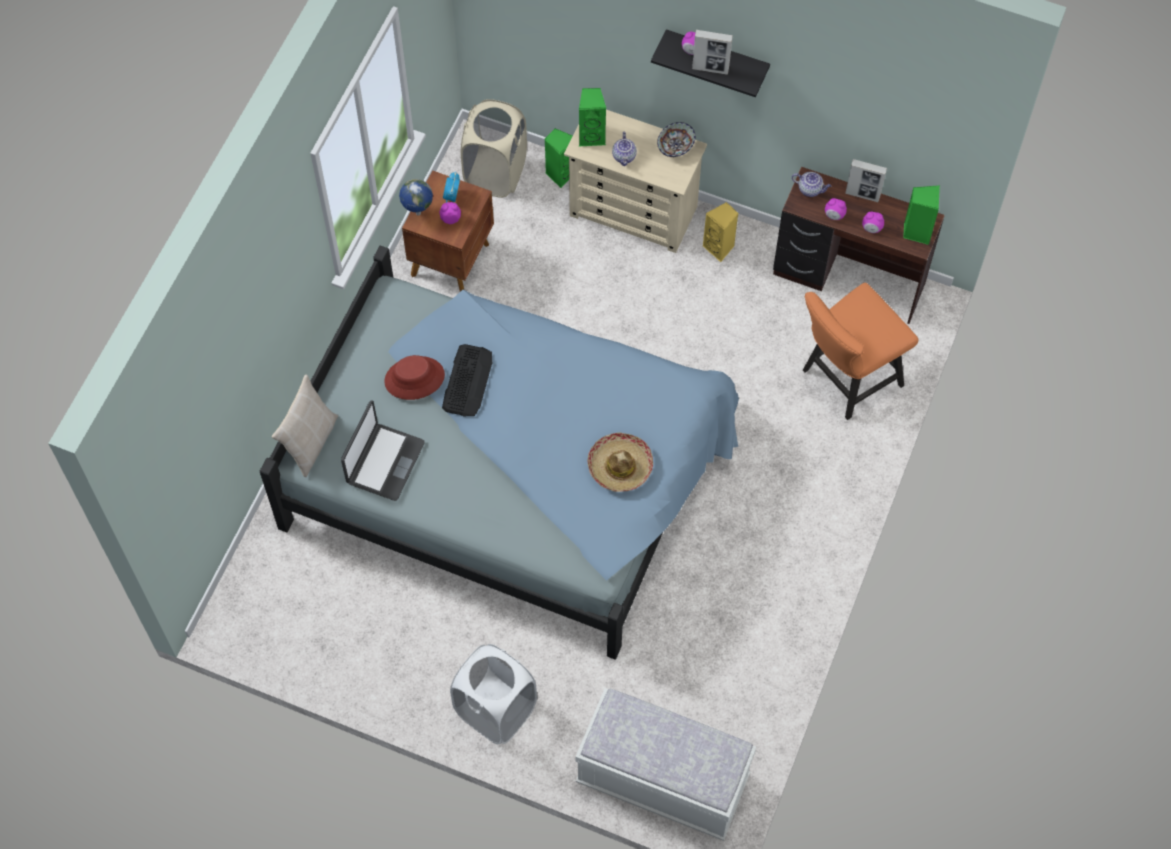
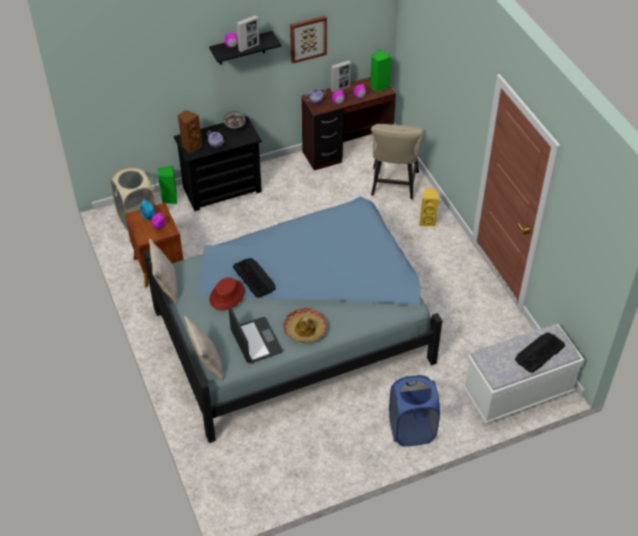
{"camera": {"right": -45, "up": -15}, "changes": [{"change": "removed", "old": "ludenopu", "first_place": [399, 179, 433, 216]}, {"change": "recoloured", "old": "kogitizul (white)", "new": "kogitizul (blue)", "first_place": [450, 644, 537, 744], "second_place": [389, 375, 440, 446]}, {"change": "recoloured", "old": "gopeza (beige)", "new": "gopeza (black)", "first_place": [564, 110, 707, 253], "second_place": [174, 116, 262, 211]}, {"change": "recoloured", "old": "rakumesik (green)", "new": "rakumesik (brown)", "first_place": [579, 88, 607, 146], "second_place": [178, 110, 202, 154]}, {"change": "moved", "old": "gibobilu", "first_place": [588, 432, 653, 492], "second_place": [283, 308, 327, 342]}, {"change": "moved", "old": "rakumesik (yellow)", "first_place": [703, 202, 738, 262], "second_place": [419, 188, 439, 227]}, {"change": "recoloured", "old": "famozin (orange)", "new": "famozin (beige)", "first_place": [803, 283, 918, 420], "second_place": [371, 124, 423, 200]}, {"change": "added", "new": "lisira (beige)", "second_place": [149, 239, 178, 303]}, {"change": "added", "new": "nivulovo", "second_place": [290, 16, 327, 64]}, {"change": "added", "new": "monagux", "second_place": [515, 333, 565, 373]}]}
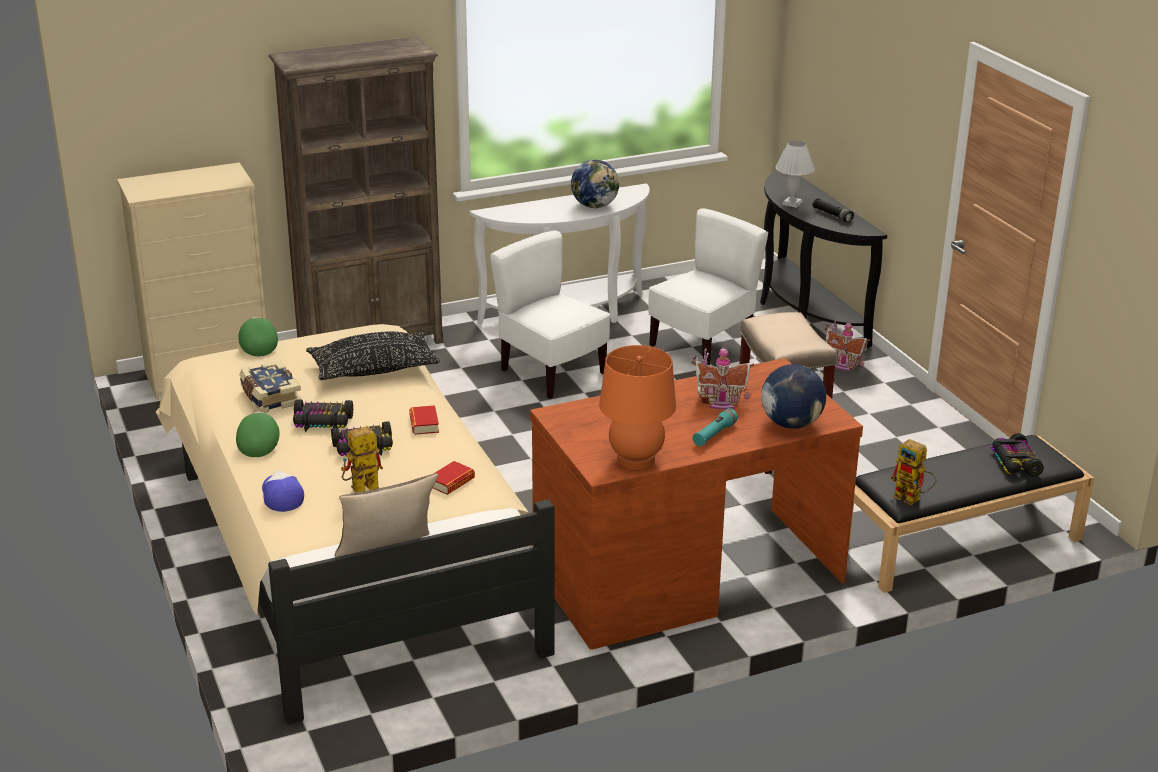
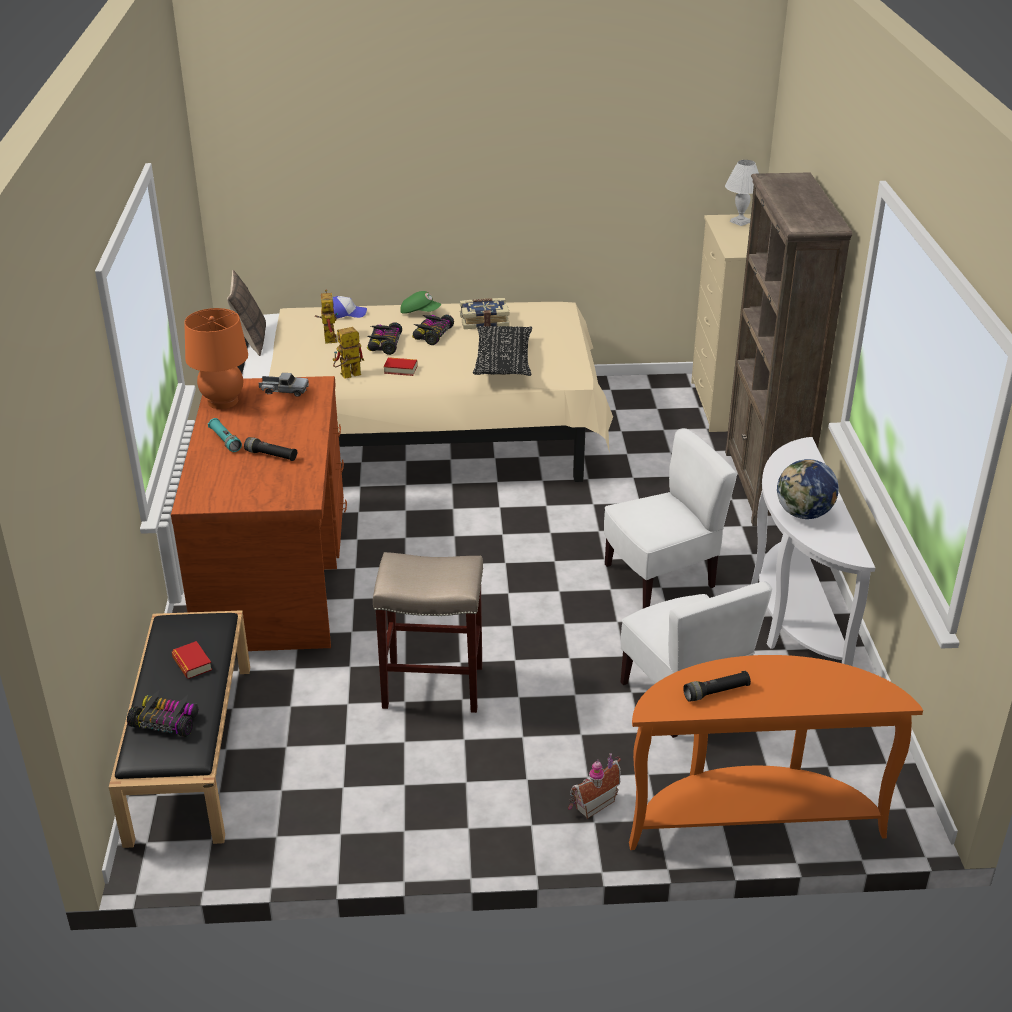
{"camera": {"right": 110, "up": 5}, "changes": [{"change": "removed", "old": "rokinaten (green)", "first_place": [238, 317, 278, 356]}, {"change": "moved", "old": "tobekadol", "first_place": [433, 461, 475, 495], "second_place": [172, 641, 212, 679]}, {"change": "replaced", "old": "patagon", "new": "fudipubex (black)", "first_place": [692, 346, 754, 409], "second_place": [244, 437, 298, 461]}, {"change": "recoloured", "old": "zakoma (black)", "new": "zakoma (orange)", "first_place": [760, 170, 887, 348], "second_place": [629, 655, 923, 850]}, {"change": "removed", "old": "ludenopu", "first_place": [761, 364, 826, 429]}, {"change": "moved", "old": "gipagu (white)", "first_place": [776, 140, 815, 208], "second_place": [725, 160, 759, 226]}, {"change": "moved", "old": "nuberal", "first_place": [890, 439, 937, 505], "second_place": [333, 327, 364, 379]}, {"change": "added", "new": "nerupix", "second_place": [258, 373, 309, 397]}]}
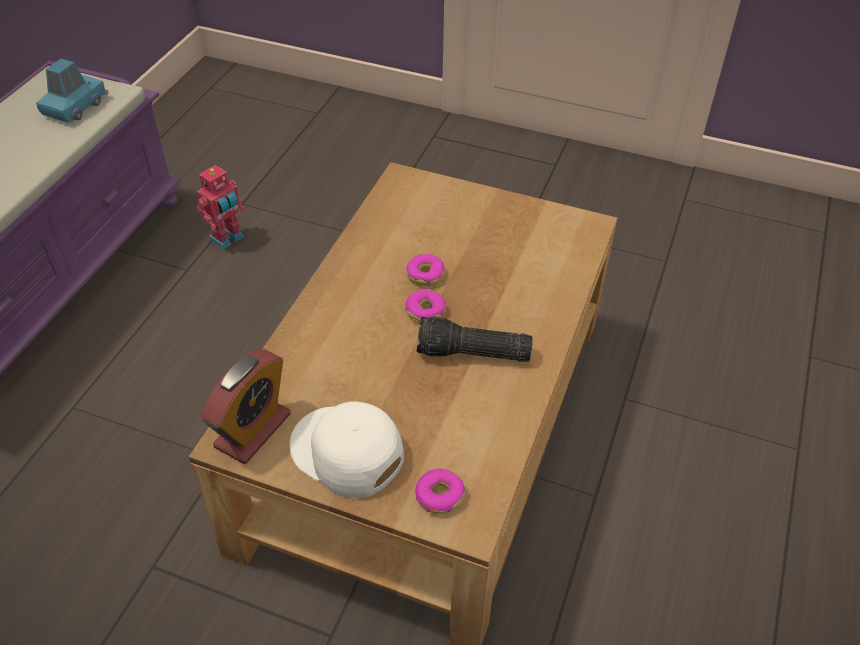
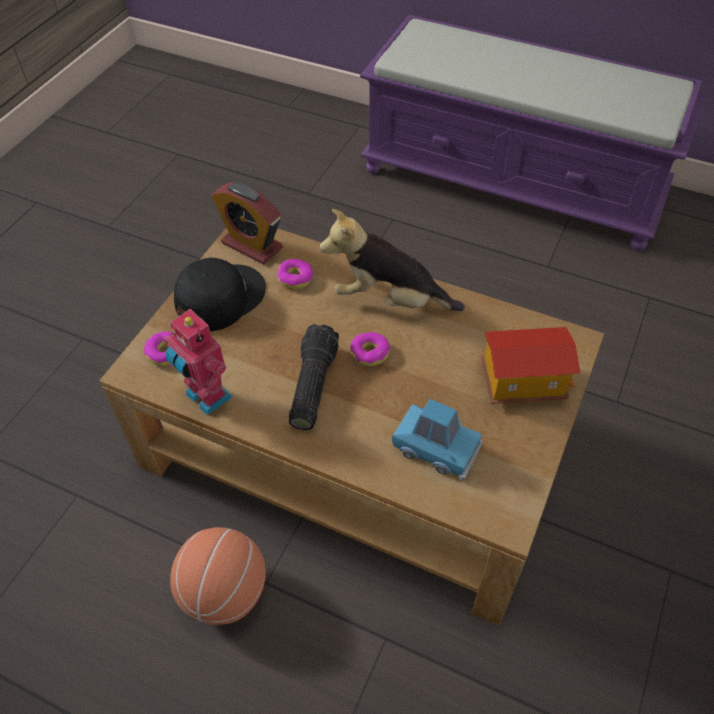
{"camera": {"right": 95, "up": 5}, "changes": [{"change": "moved", "old": "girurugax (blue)", "first_place": [36, 59, 108, 123], "second_place": [392, 399, 483, 481]}, {"change": "moved", "old": "nuberal", "first_place": [196, 165, 245, 250], "second_place": [165, 309, 232, 415]}, {"change": "recoloured", "old": "rokinaten (white)", "new": "rokinaten (black)", "first_place": [289, 401, 404, 498], "second_place": [174, 258, 266, 331]}, {"change": "moved", "old": "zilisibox", "first_place": [406, 254, 445, 286], "second_place": [277, 259, 314, 289]}, {"change": "added", "new": "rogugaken", "second_place": [170, 527, 266, 625]}, {"change": "added", "new": "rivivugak", "second_place": [320, 209, 465, 311]}, {"change": "added", "new": "patagon", "second_place": [480, 327, 581, 404]}]}
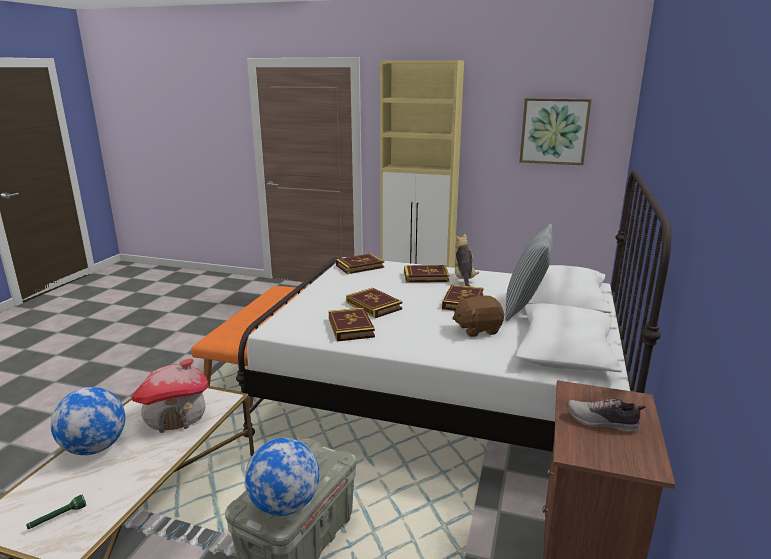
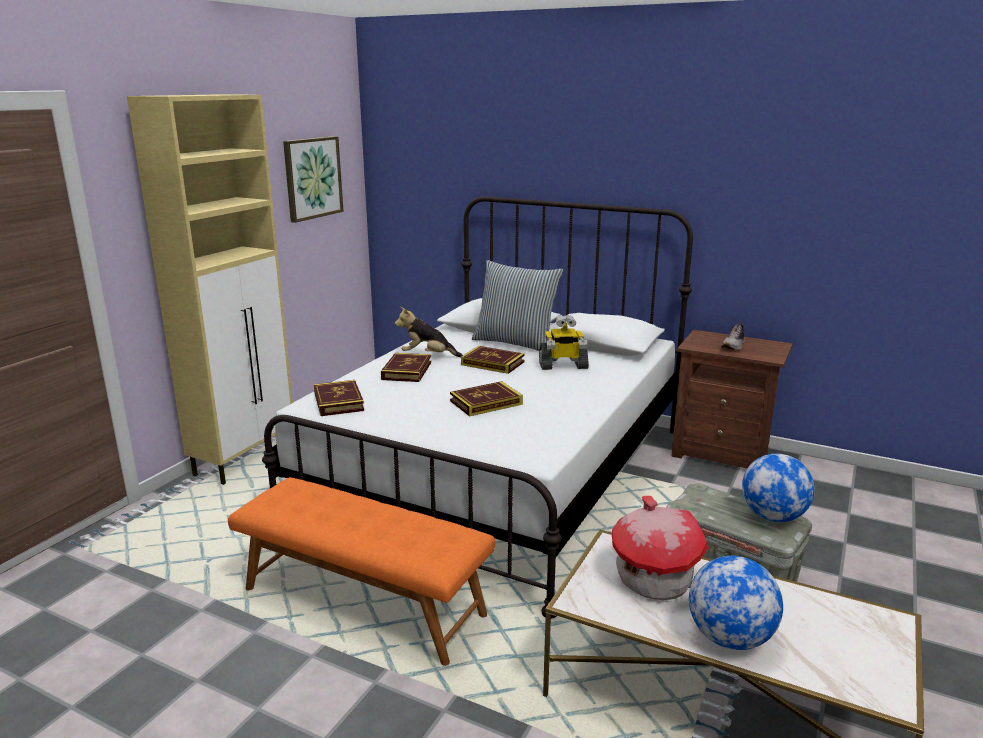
{"camera": {"right": -80, "up": 0}, "changes": [{"change": "removed", "old": "fudipubex (green)", "first_place": [26, 495, 86, 529]}, {"change": "removed", "old": "tobekadol", "first_place": [329, 308, 375, 341]}, {"change": "replaced", "old": "rivivugak (brown)", "new": "nuberal", "first_place": [452, 296, 504, 337], "second_place": [539, 315, 589, 370]}]}
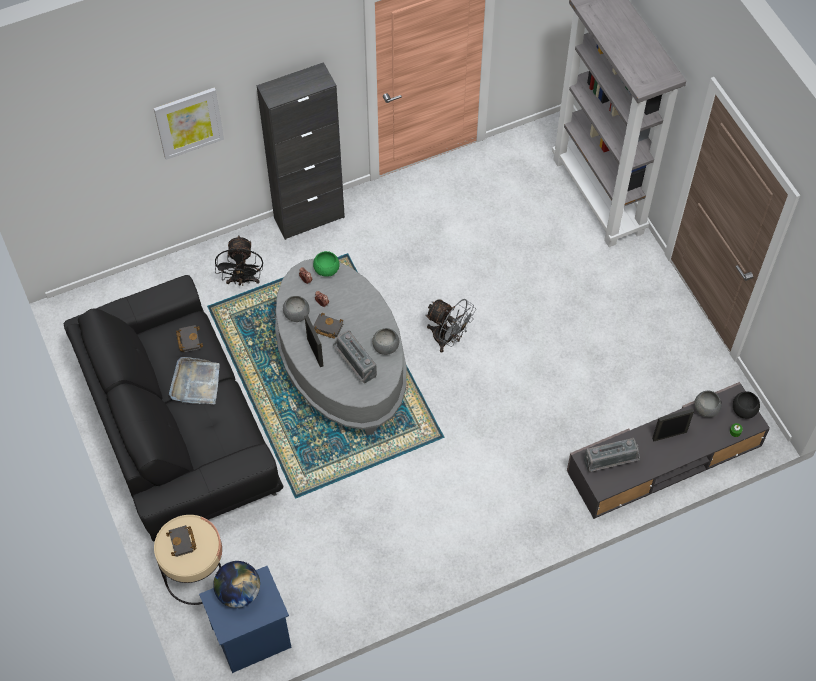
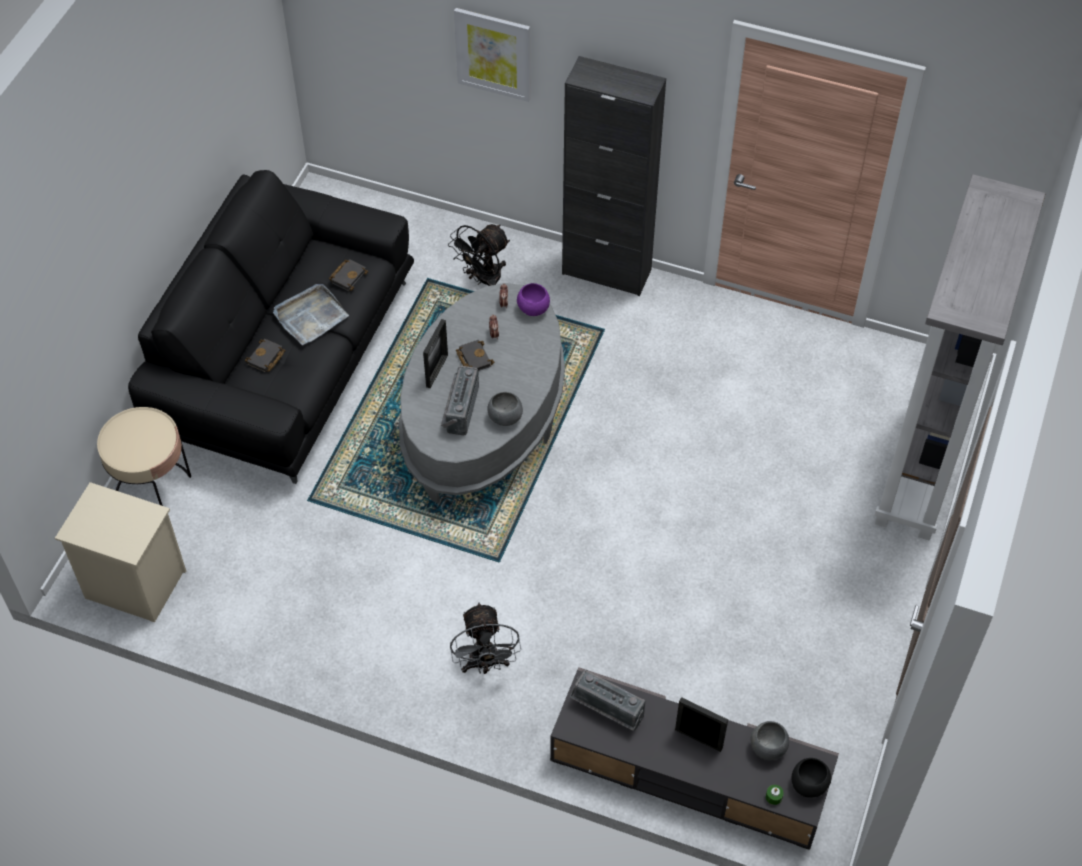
{"camera": {"right": 45, "up": -5}, "changes": [{"change": "moved", "old": "tobekadol (black)", "first_place": [166, 525, 197, 557], "second_place": [245, 339, 286, 372]}, {"change": "recoloured", "old": "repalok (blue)", "new": "repalok (beige)", "first_place": [199, 566, 292, 673], "second_place": [55, 482, 186, 622]}, {"change": "removed", "old": "ludenopu", "first_place": [213, 561, 260, 608]}, {"change": "removed", "old": "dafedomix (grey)", "first_place": [283, 296, 310, 322]}, {"change": "recoloured", "old": "dafedomix (green)", "new": "dafedomix (purple)", "first_place": [313, 251, 340, 277], "second_place": [517, 283, 550, 316]}, {"change": "moved", "old": "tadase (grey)", "first_place": [425, 299, 476, 353], "second_place": [450, 602, 521, 674]}]}
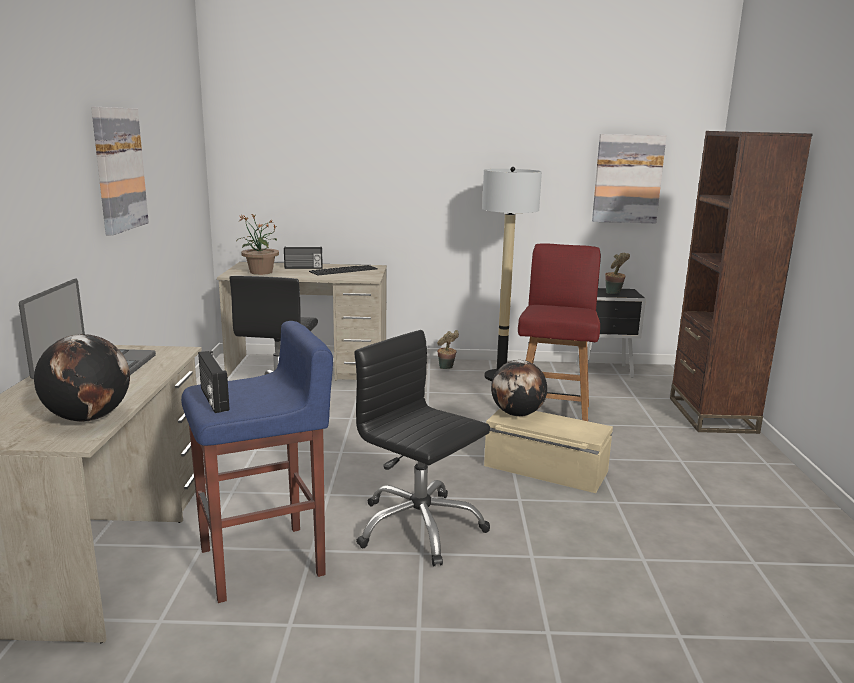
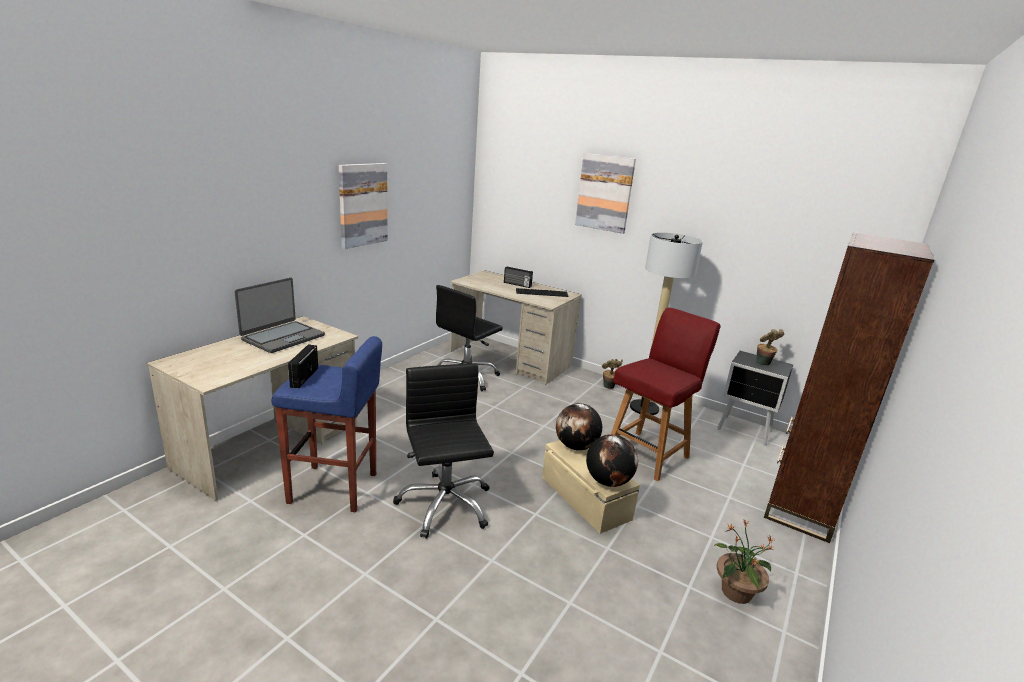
{"camera": {"right": 30, "up": 5}, "changes": [{"change": "moved", "old": "ludenopu", "first_place": [34, 334, 130, 422], "second_place": [586, 434, 638, 487]}, {"change": "moved", "old": "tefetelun", "first_place": [237, 214, 279, 275], "second_place": [714, 520, 775, 604]}, {"change": "moved", "old": "nivulovo", "first_place": [592, 134, 666, 223], "second_place": [575, 153, 636, 234]}]}
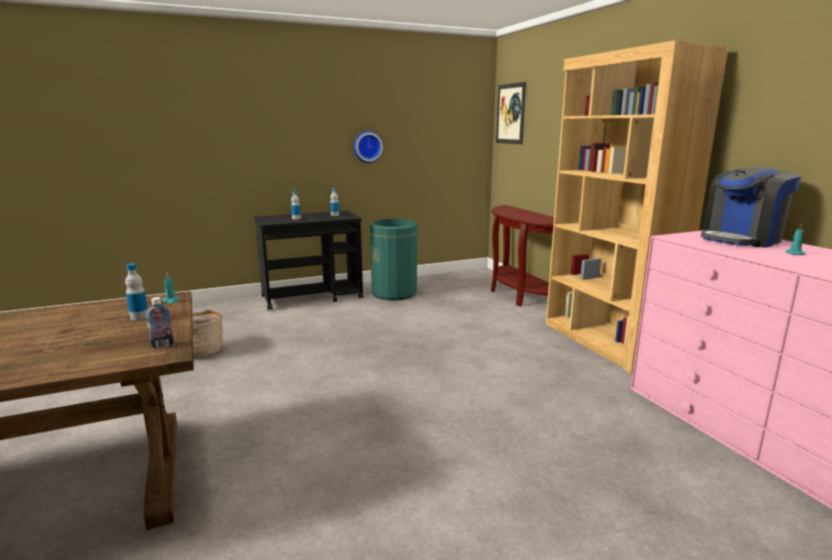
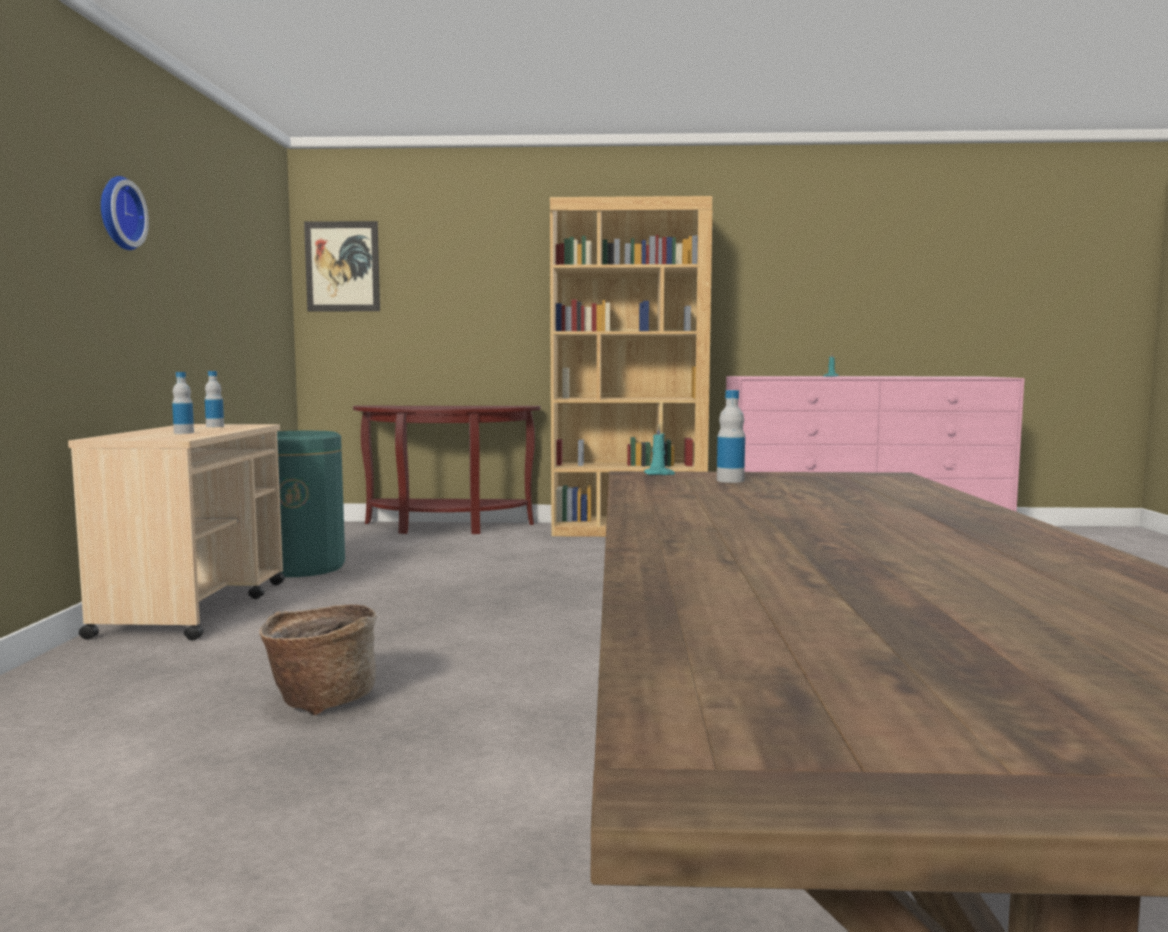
{"camera": {"right": -65, "up": -10}, "changes": [{"change": "removed", "old": "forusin", "first_place": [146, 297, 174, 348]}, {"change": "recoloured", "old": "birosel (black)", "new": "birosel (beige)", "first_place": [254, 211, 364, 311], "second_place": [68, 424, 285, 640]}, {"change": "moved", "old": "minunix", "first_place": [354, 131, 383, 163], "second_place": [101, 176, 149, 250]}, {"change": "removed", "old": "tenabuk", "first_place": [701, 166, 802, 248]}]}
